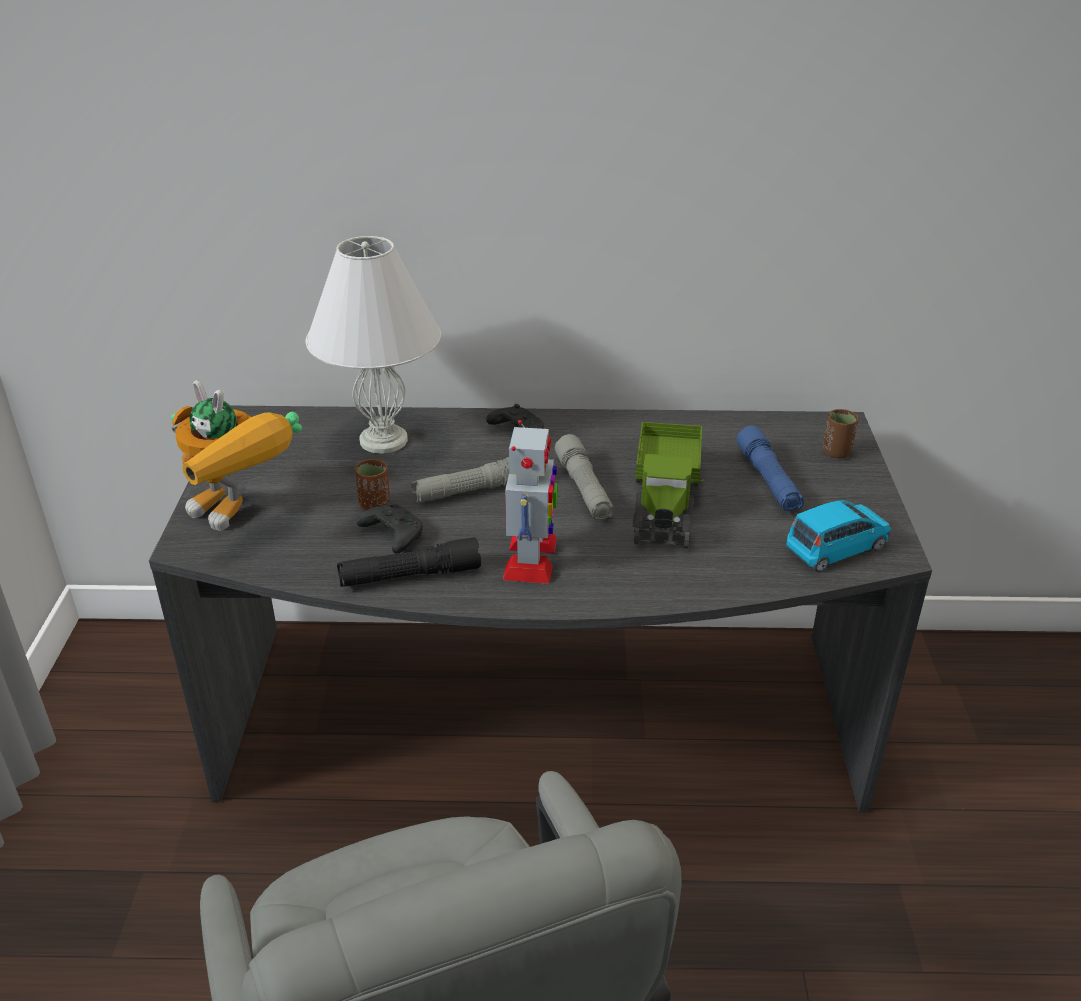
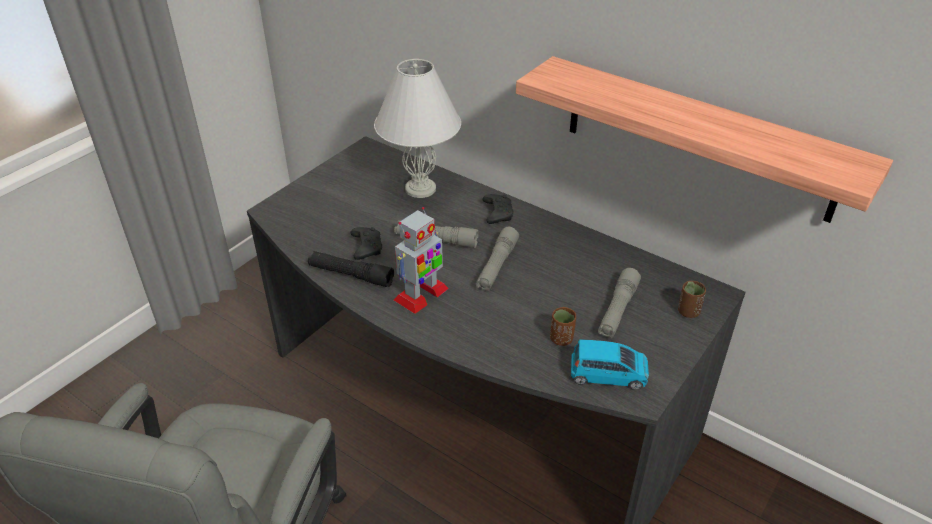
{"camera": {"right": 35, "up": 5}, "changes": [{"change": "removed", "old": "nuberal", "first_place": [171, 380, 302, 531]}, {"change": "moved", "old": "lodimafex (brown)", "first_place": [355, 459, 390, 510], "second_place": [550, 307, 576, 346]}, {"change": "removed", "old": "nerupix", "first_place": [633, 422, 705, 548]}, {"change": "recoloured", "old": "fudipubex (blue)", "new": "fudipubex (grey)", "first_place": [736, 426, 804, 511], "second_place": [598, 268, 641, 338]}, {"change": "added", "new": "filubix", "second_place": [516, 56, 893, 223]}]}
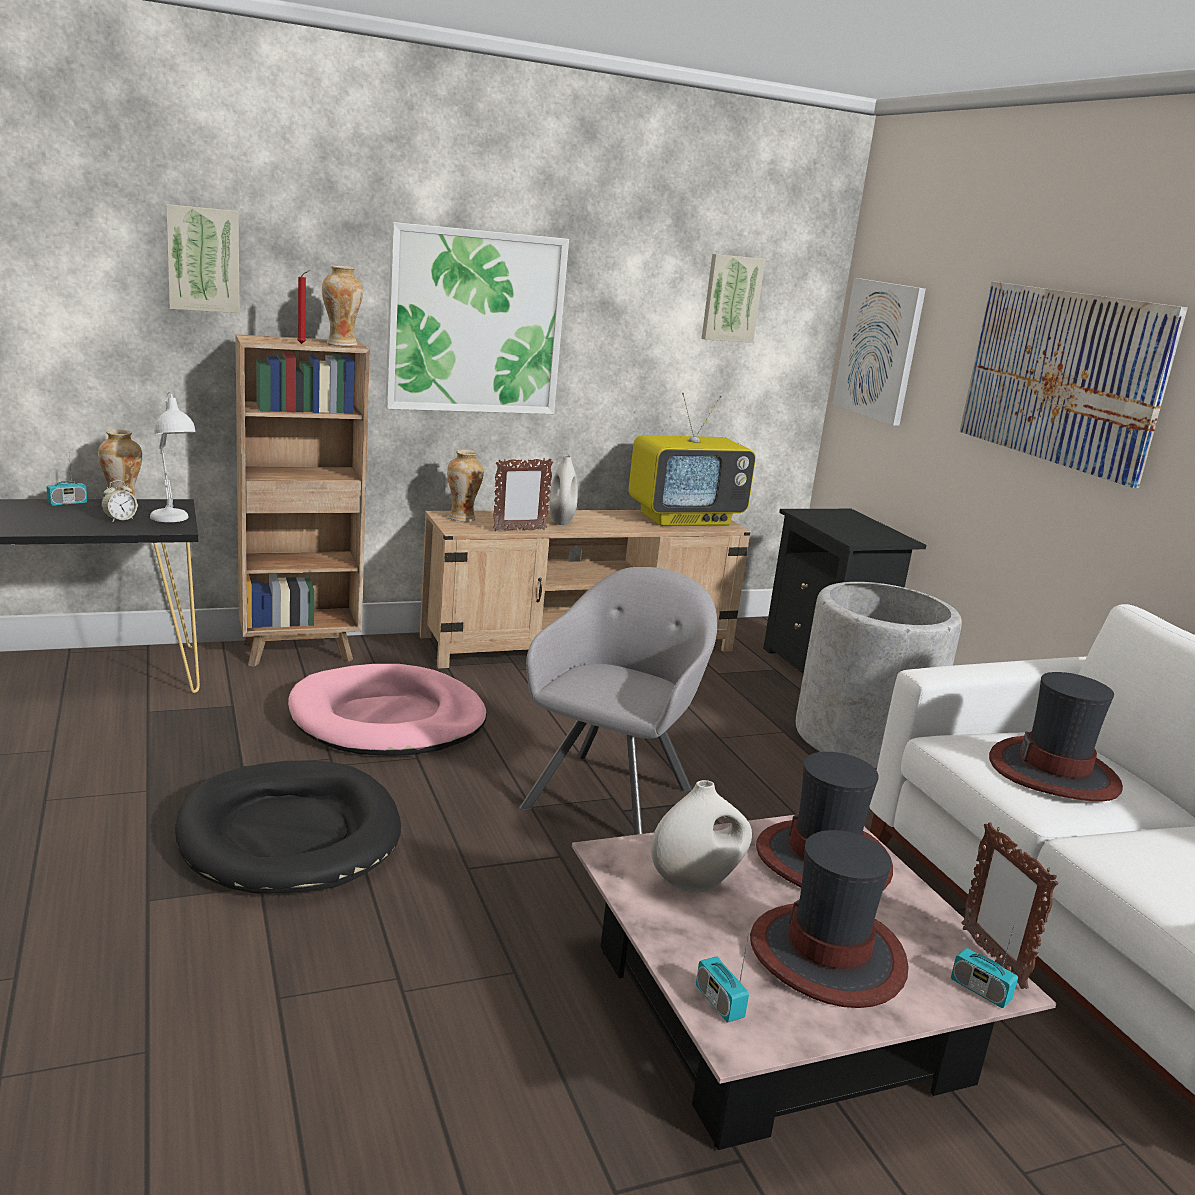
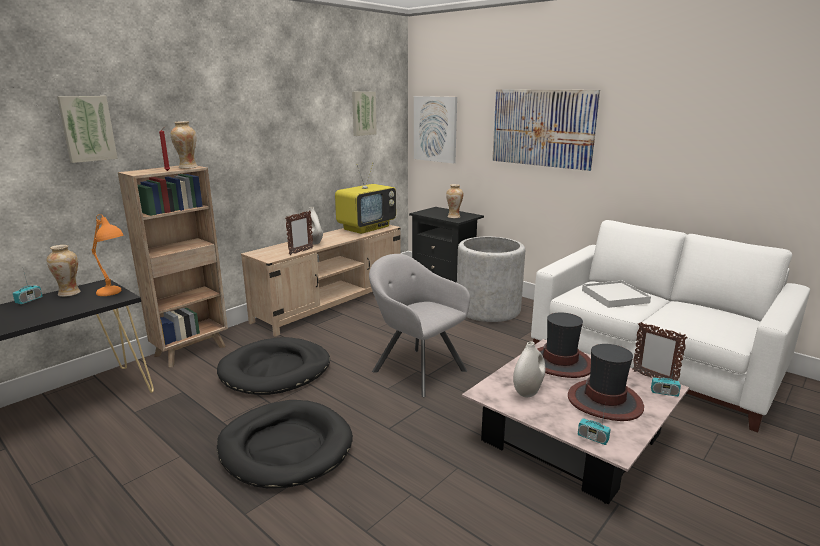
{"camera": {"right": -25, "up": 0}, "changes": [{"change": "removed", "old": "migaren", "first_place": [101, 480, 137, 522]}, {"change": "recoloured", "old": "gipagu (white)", "new": "gipagu (orange)", "first_place": [150, 392, 195, 522], "second_place": [91, 214, 124, 296]}, {"change": "recoloured", "old": "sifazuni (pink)", "new": "sifazuni (black)", "first_place": [288, 664, 487, 756], "second_place": [217, 337, 330, 395]}, {"change": "removed", "old": "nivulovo", "first_place": [385, 222, 569, 414]}, {"change": "moved", "old": "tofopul", "first_place": [447, 450, 484, 522], "second_place": [446, 184, 463, 218]}, {"change": "turned", "old": "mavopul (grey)", "first_place": [519, 567, 717, 835], "second_place": [369, 254, 470, 397], "degrees": -45}, {"change": "replaced", "old": "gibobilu", "new": "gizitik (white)", "first_place": [989, 672, 1123, 801], "second_place": [582, 281, 651, 308]}]}
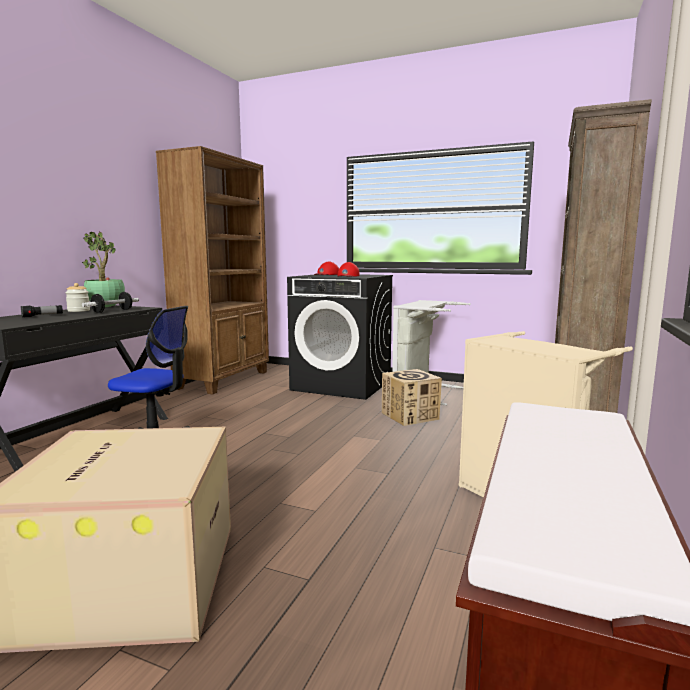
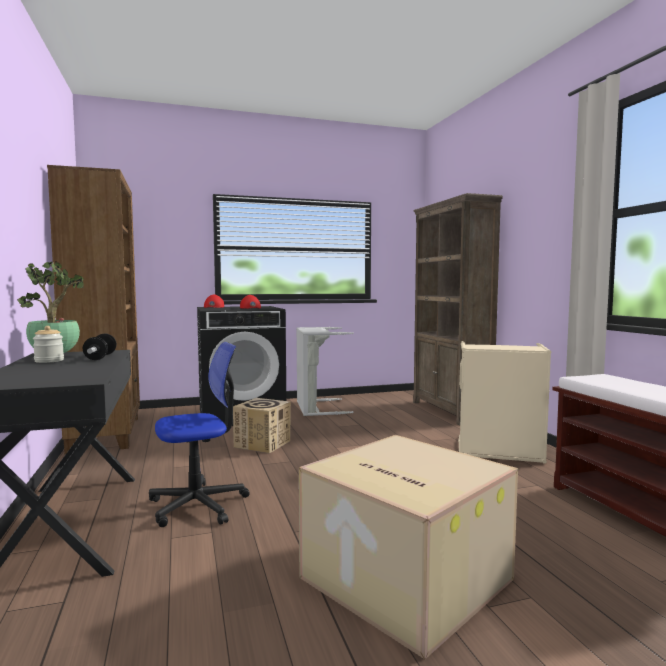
{"camera": {"right": -40, "up": -5}, "changes": [{"change": "removed", "old": "fudipubex", "first_place": [21, 305, 63, 318]}, {"change": "moved", "old": "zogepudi", "first_place": [382, 369, 442, 426], "second_place": [233, 398, 291, 454]}]}
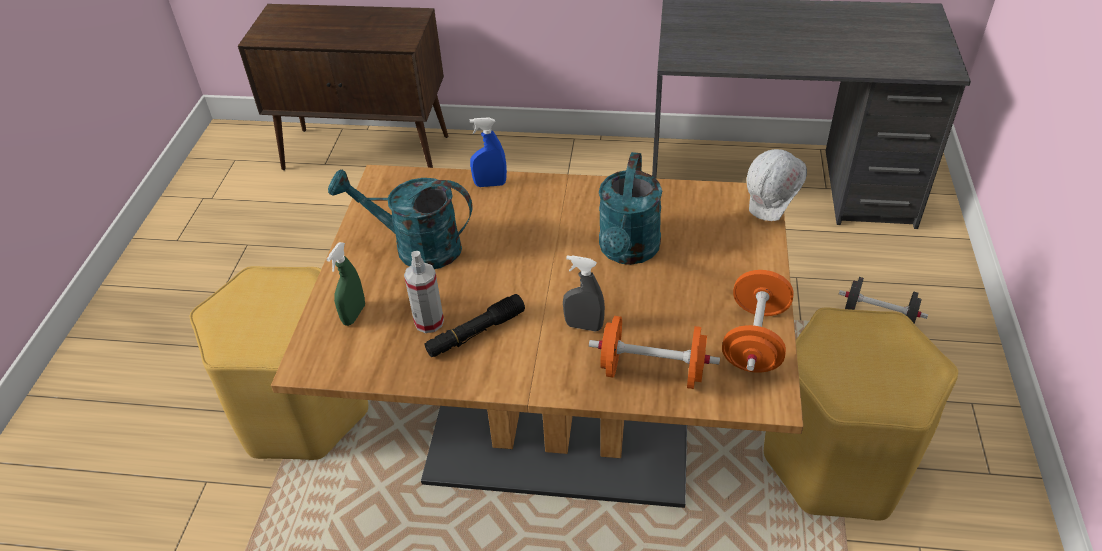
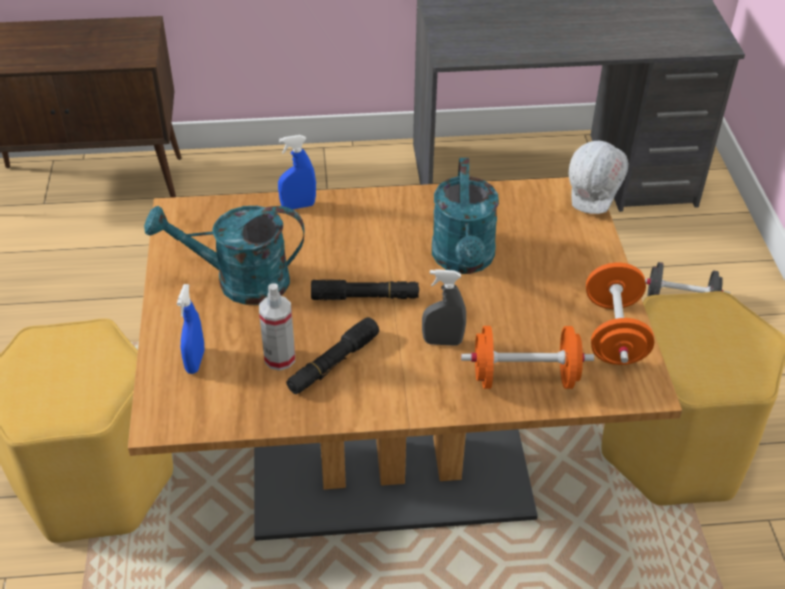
{"camera": {"right": -15, "up": 0}, "changes": [{"change": "recoloured", "old": "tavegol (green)", "new": "tavegol (blue)", "first_place": [327, 242, 365, 326], "second_place": [177, 284, 205, 374]}, {"change": "added", "new": "fudipubex (black)", "second_place": [311, 280, 419, 300]}]}
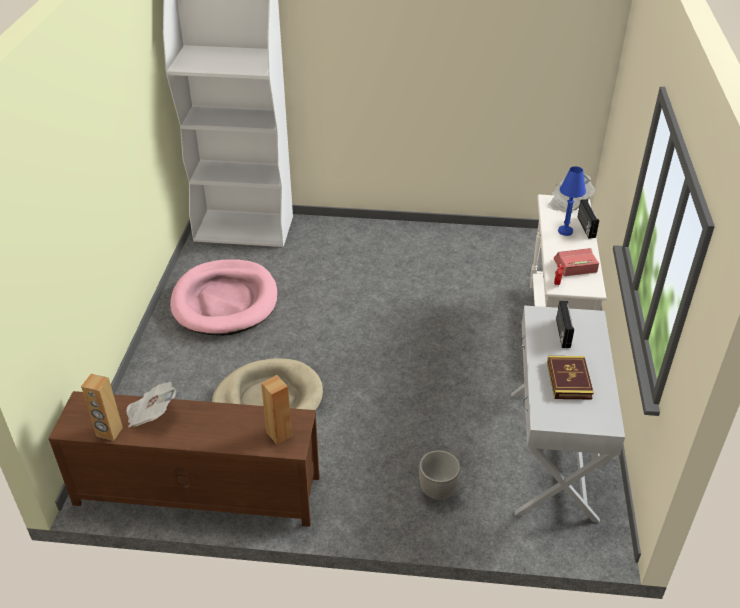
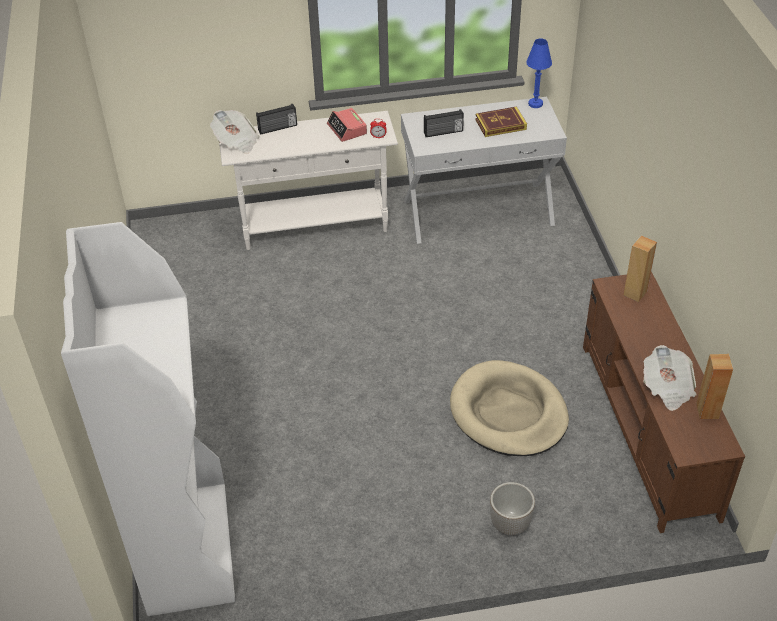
{"camera": {"right": -105, "up": 5}, "changes": [{"change": "removed", "old": "sifazuni (pink)", "first_place": [170, 259, 278, 336]}, {"change": "moved", "old": "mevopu", "first_place": [419, 450, 461, 500], "second_place": [490, 482, 535, 535]}, {"change": "moved", "old": "gipagu (blue)", "first_place": [558, 166, 586, 236], "second_place": [526, 39, 552, 108]}]}
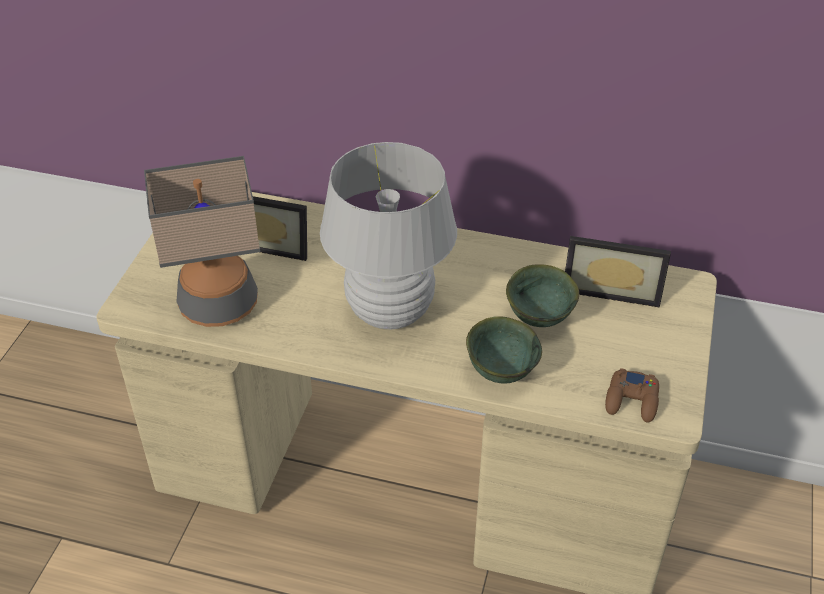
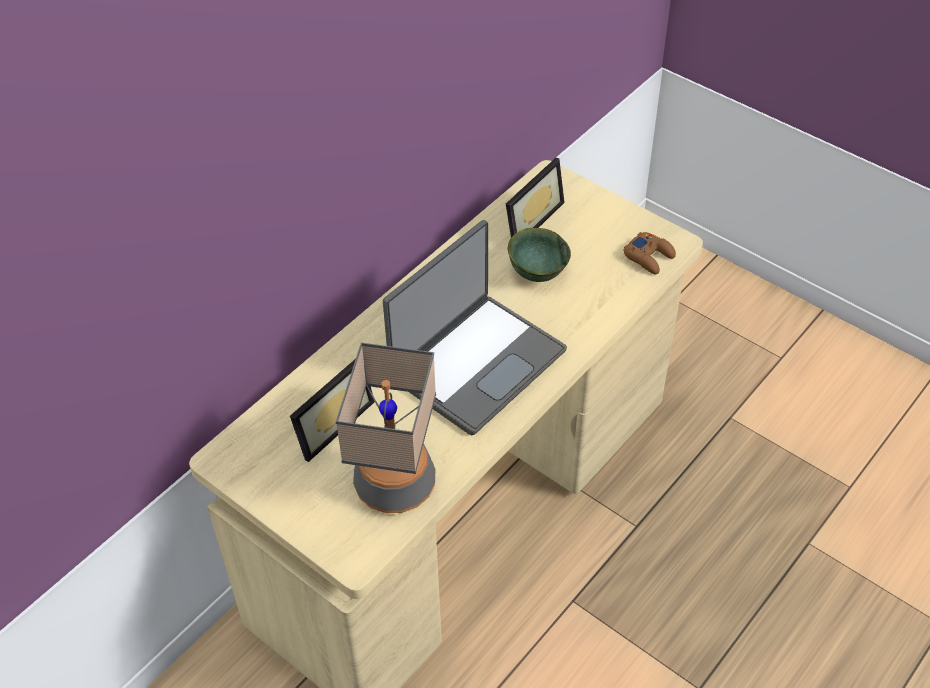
{"camera": {"right": -65, "up": 5}, "changes": [{"change": "replaced", "old": "gipagu (white)", "new": "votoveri", "first_place": [320, 142, 457, 329], "second_place": [383, 220, 567, 435]}, {"change": "removed", "old": "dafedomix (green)", "first_place": [466, 316, 542, 384]}]}
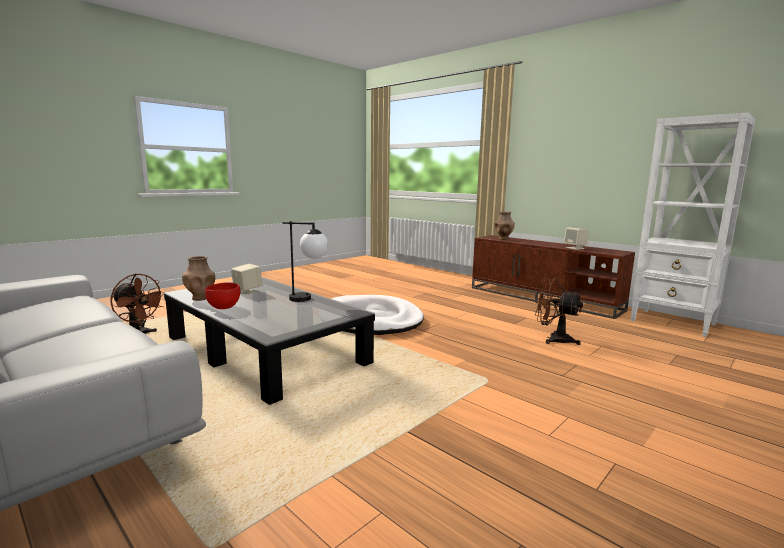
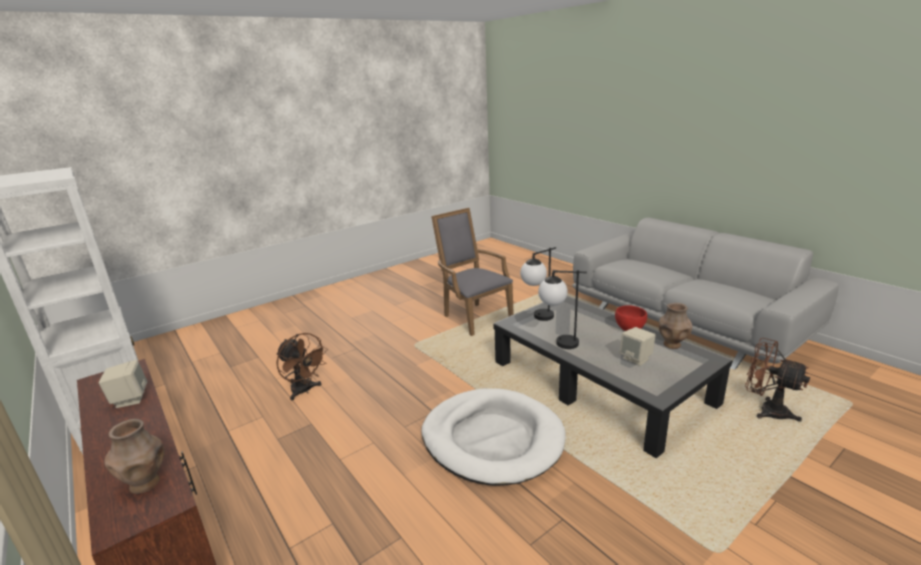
{"camera": {"right": -170, "up": 10}, "changes": [{"change": "added", "new": "mavopul (grey)", "second_place": [431, 208, 514, 336]}, {"change": "added", "new": "gipagu", "second_place": [520, 247, 556, 321]}]}
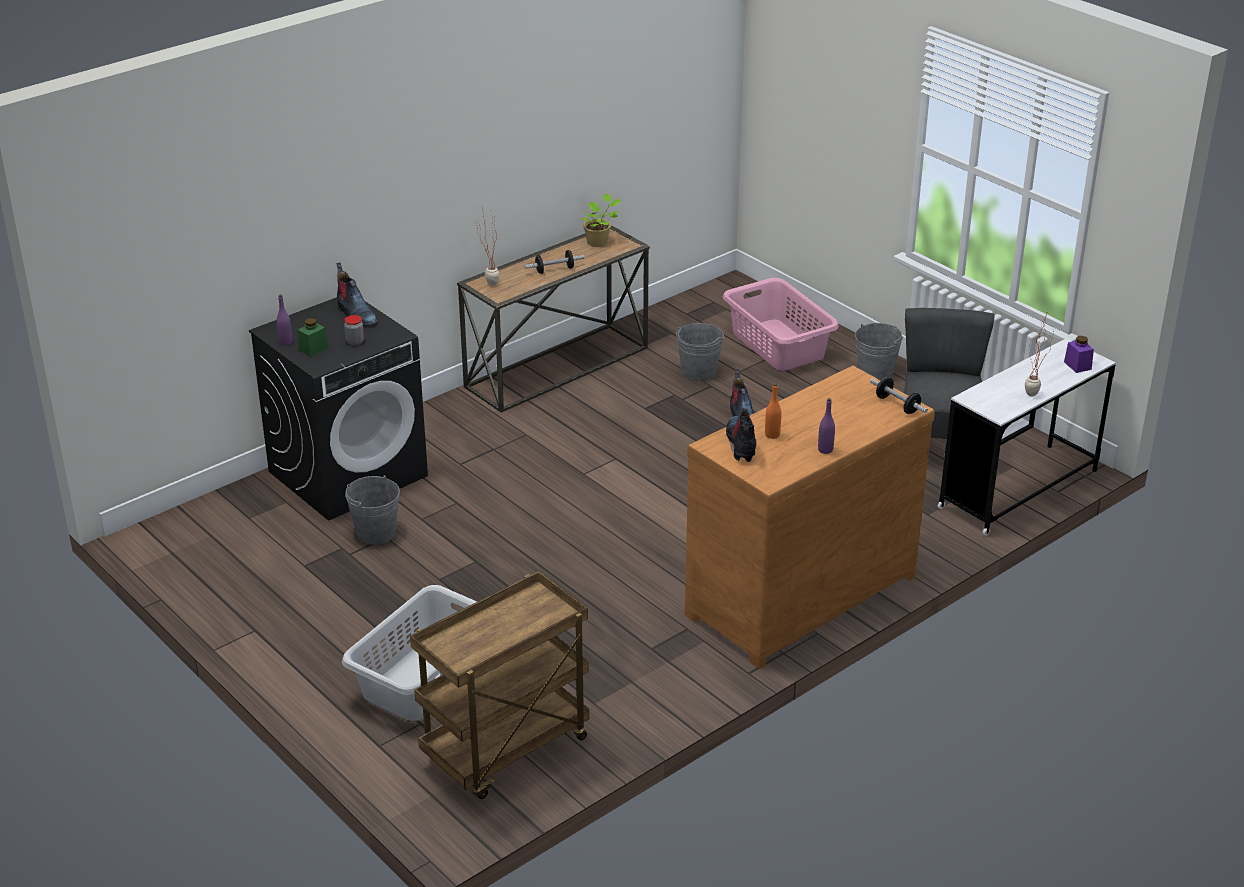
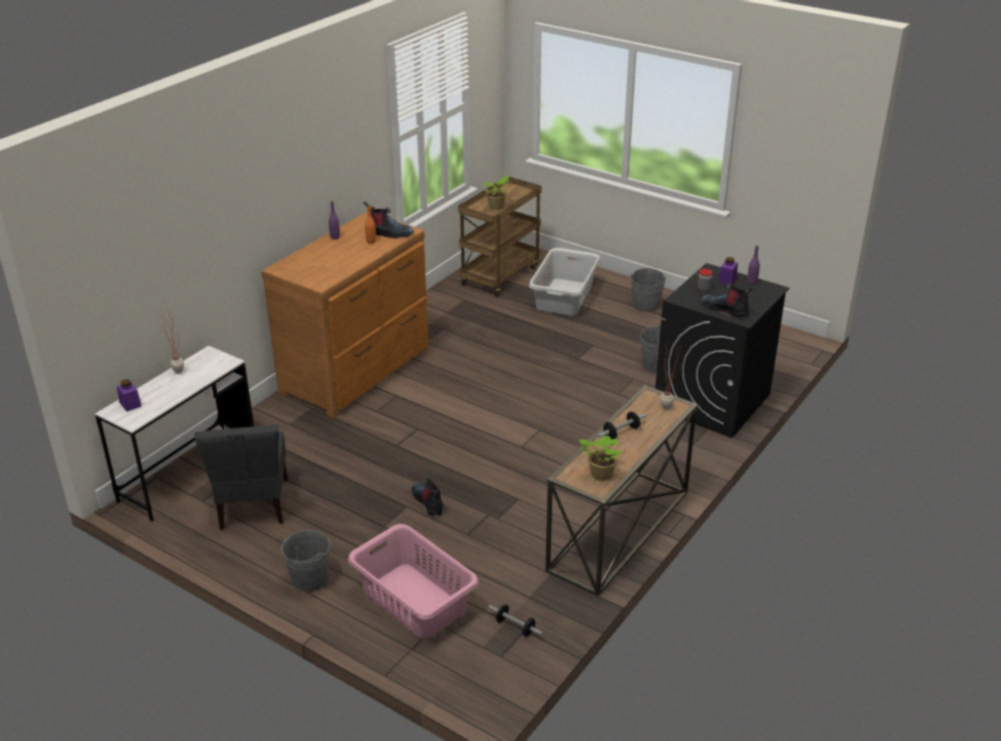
{"camera": {"right": 165, "up": 0}, "changes": [{"change": "recoloured", "old": "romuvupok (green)", "new": "romuvupok (purple)", "first_place": [298, 318, 328, 357], "second_place": [718, 257, 738, 285]}, {"change": "moved", "old": "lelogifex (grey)", "first_place": [676, 323, 724, 382], "second_place": [630, 268, 666, 312]}, {"change": "turned", "old": "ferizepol", "first_place": [726, 408, 756, 462], "second_place": [364, 201, 414, 238], "degrees": -60}, {"change": "moved", "old": "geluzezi", "first_place": [870, 378, 928, 414], "second_place": [489, 604, 543, 636]}, {"change": "added", "new": "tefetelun", "second_place": [484, 175, 509, 210]}]}
